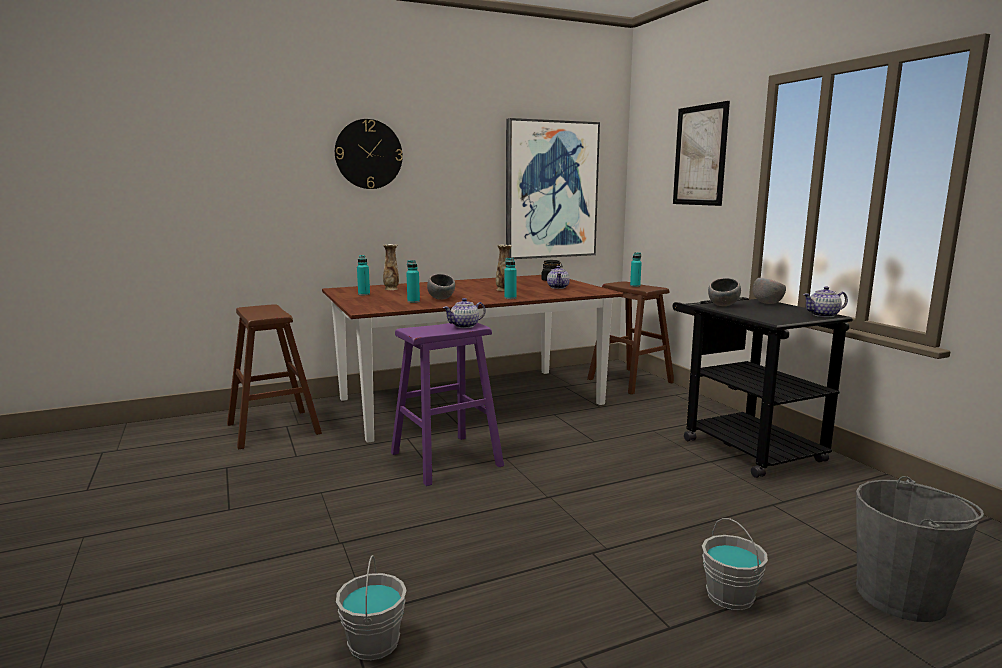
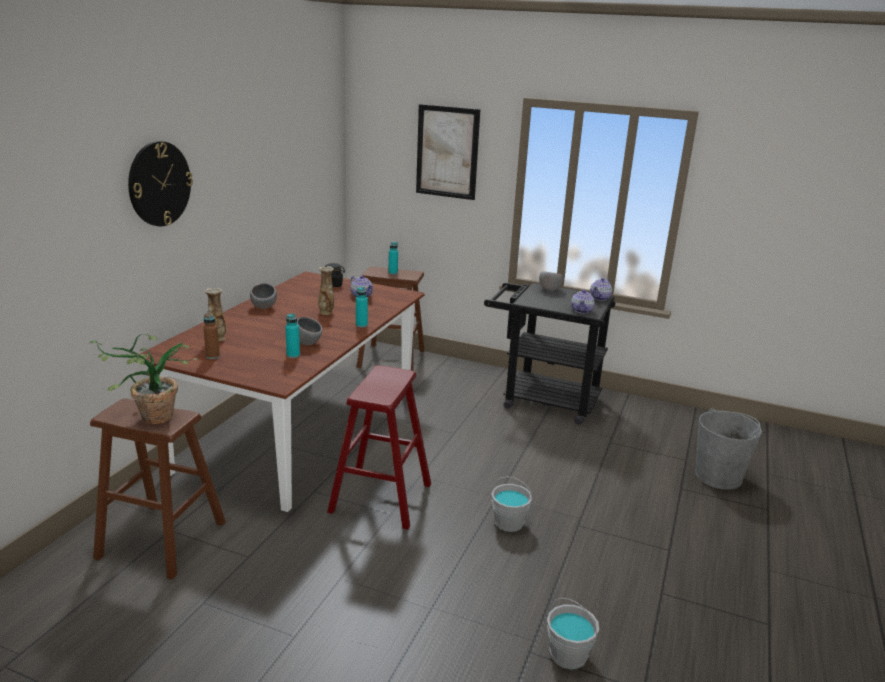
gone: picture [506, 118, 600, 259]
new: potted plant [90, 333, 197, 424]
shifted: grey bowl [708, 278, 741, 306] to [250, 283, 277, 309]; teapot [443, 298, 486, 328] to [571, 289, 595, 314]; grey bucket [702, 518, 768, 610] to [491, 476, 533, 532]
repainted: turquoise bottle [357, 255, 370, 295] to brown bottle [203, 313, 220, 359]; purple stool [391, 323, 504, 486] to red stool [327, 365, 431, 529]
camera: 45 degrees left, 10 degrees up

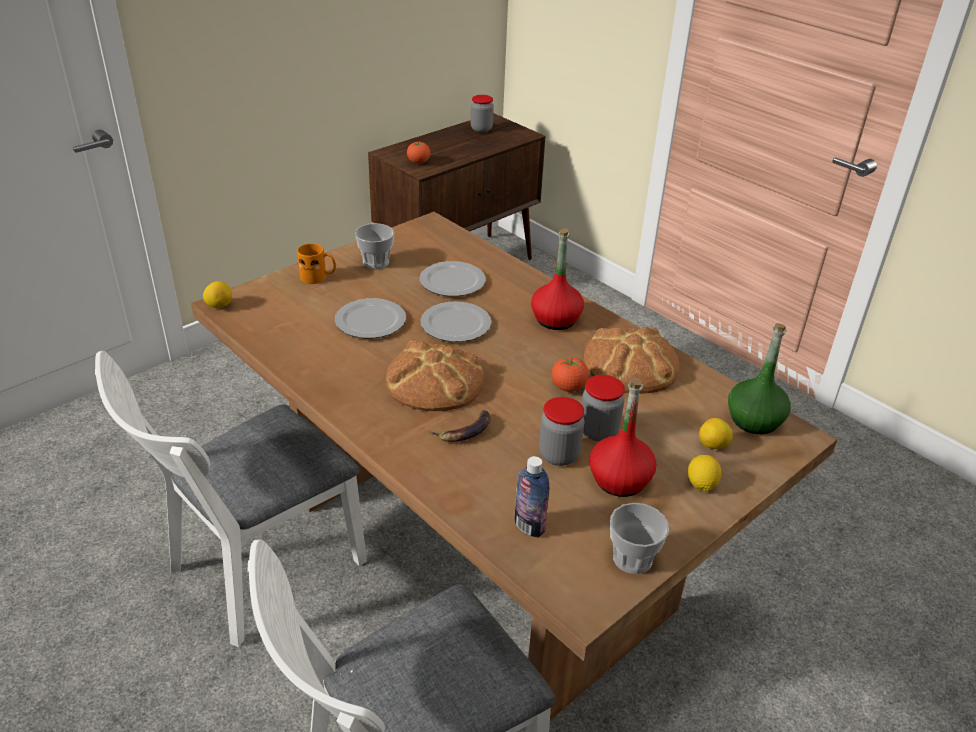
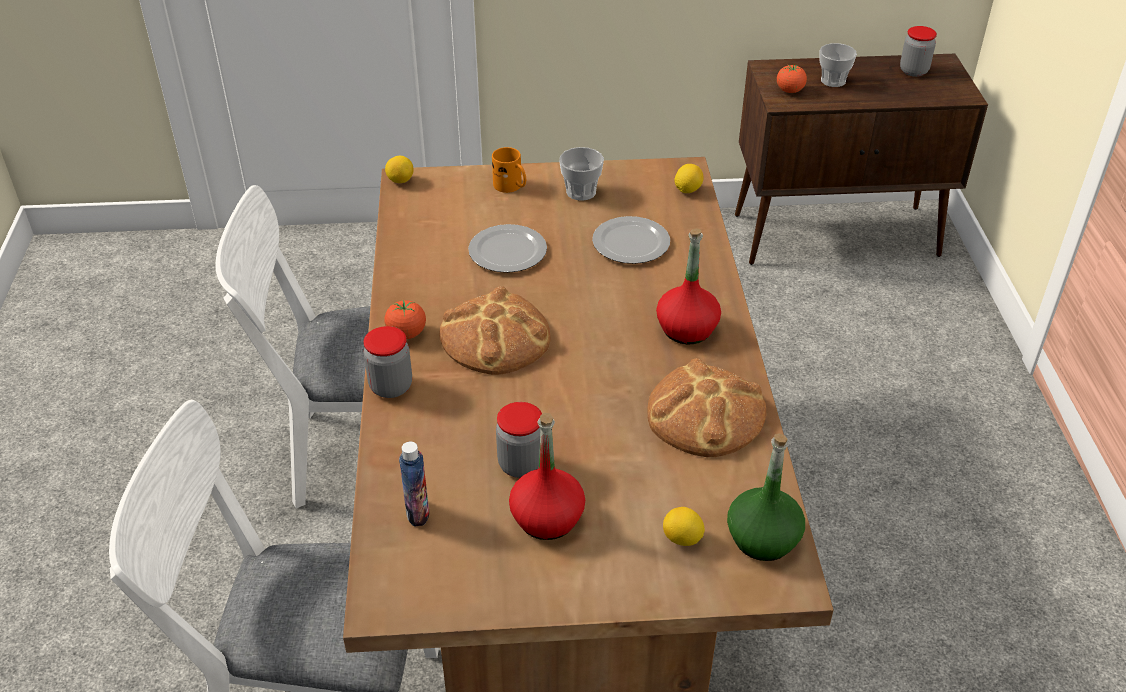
gone: plate [420, 302, 491, 342]; banana [429, 410, 491, 442]
shifted: tomato [551, 356, 589, 392] to [385, 300, 426, 339]; jar [581, 375, 625, 442] to [363, 326, 412, 398]; lemon [688, 455, 722, 491] to [674, 164, 703, 193]; cup [610, 503, 669, 574] to [819, 43, 857, 87]
camera: 40 degrees right, 5 degrees up

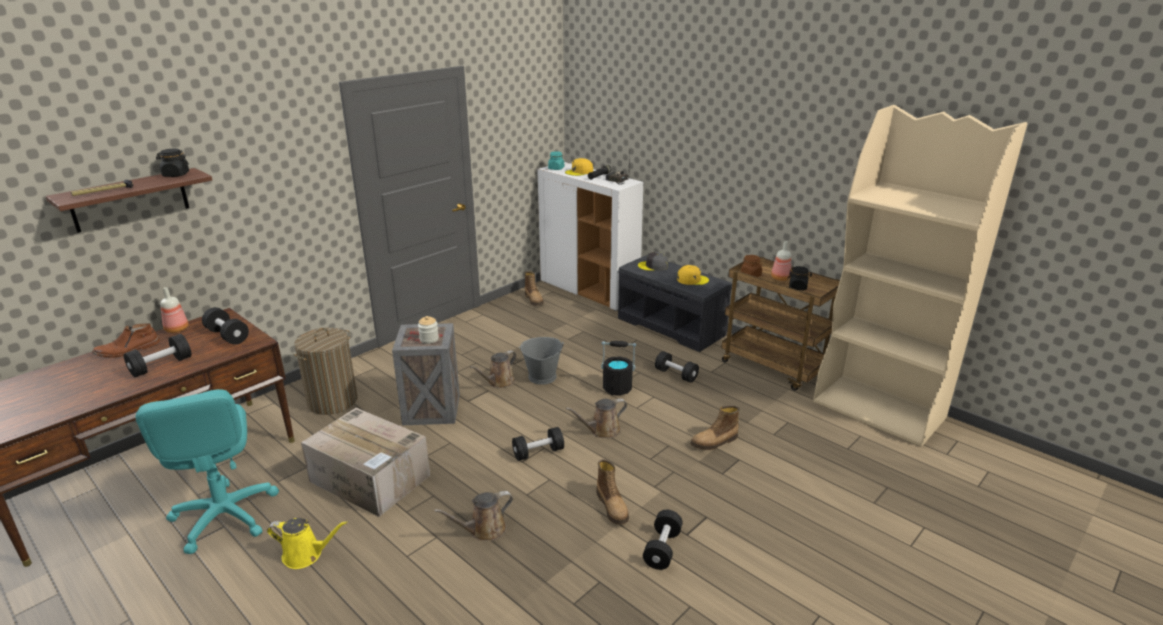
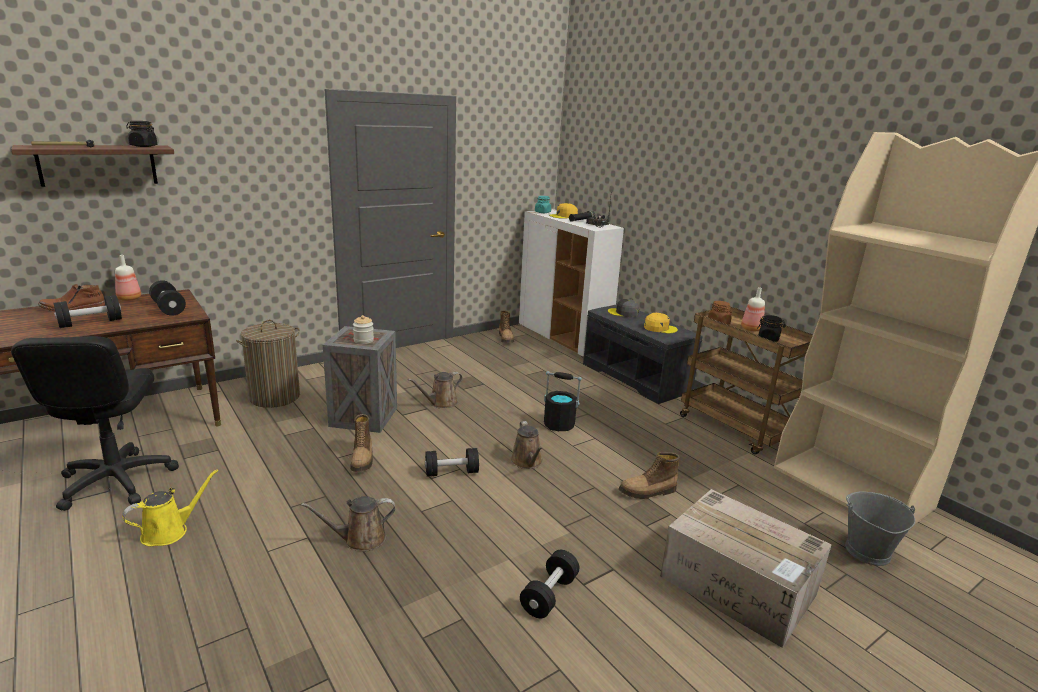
gone: black dumbbell [655, 351, 699, 383]
shifted: grey bucket [519, 337, 564, 385] to [845, 492, 915, 566]; cardboard box [301, 408, 430, 517] to [660, 489, 832, 648]; boot [596, 459, 629, 525] to [350, 414, 373, 472]
repainted: turquoise office chair [136, 389, 279, 554] to black office chair [11, 336, 179, 511]
rotated: brown watering can [566, 398, 627, 438] = [511, 421, 543, 469] 90 degrees counterclockwise; yellow watering can [267, 518, 347, 569] = [122, 469, 218, 546] 60 degrees counterclockwise
camera: 10 degrees right, 5 degrees down

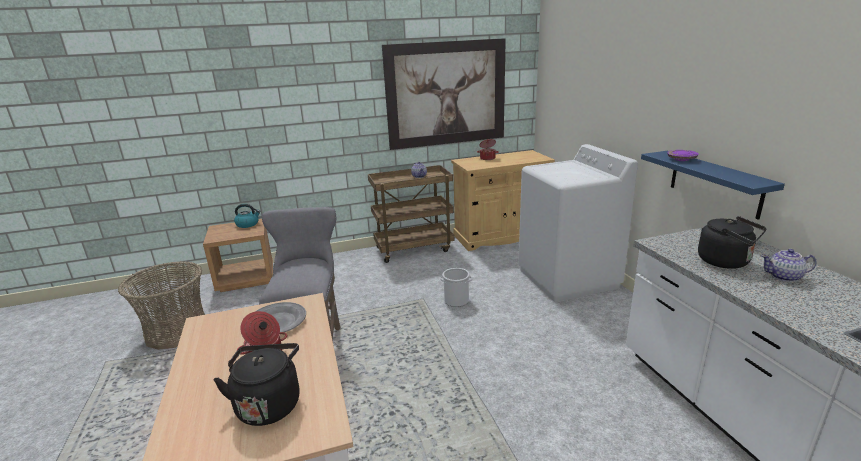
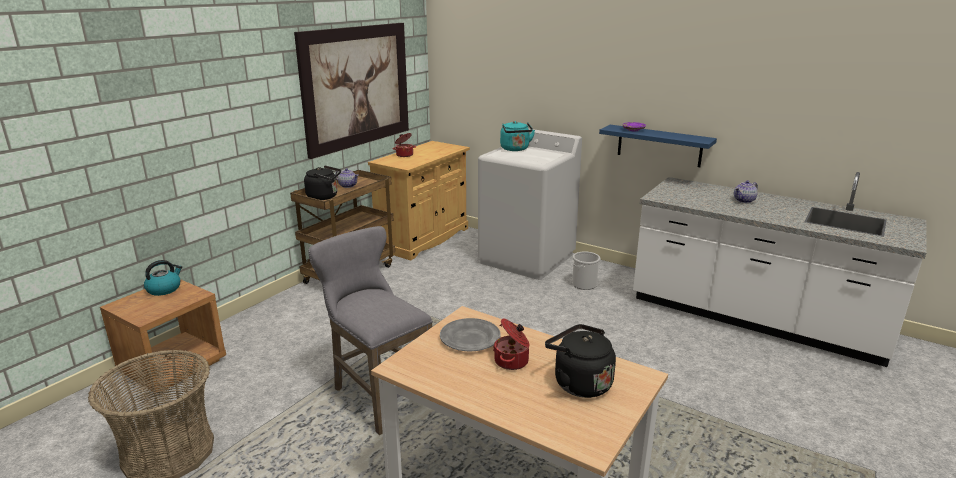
new: turquoise kettle [500, 121, 535, 151]
shifted: black kettle [698, 216, 767, 269] to [304, 165, 341, 200]; bucket [440, 268, 472, 307] to [572, 251, 600, 290]
camera: 40 degrees left, 0 degrees up

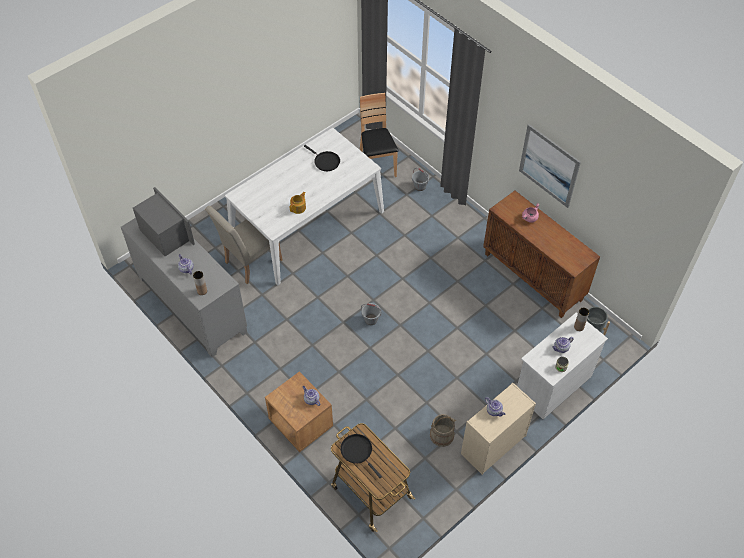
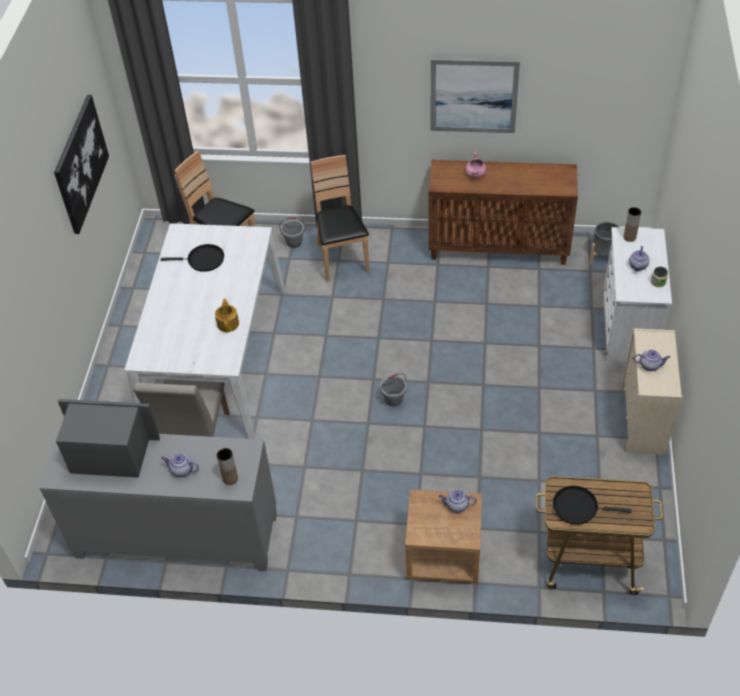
gone: beige bucket [430, 414, 456, 447]
new: picture [54, 95, 109, 234]; brown chair [311, 155, 370, 282]
camera: 40 degrees left, 5 degrees down

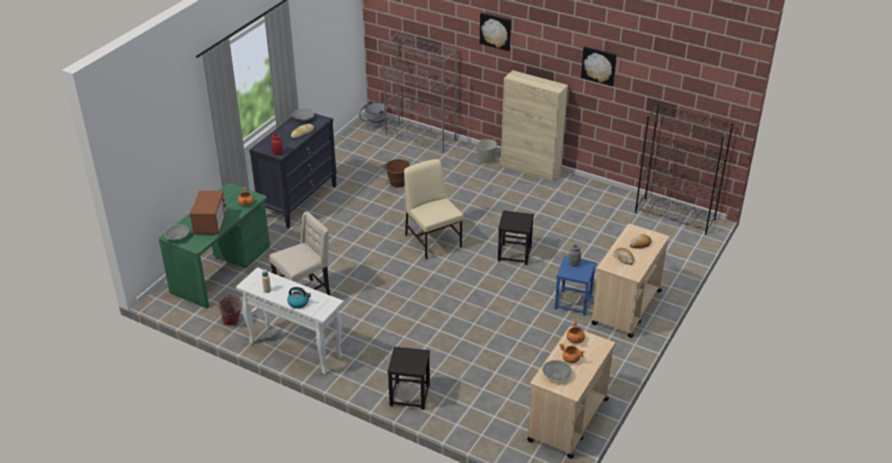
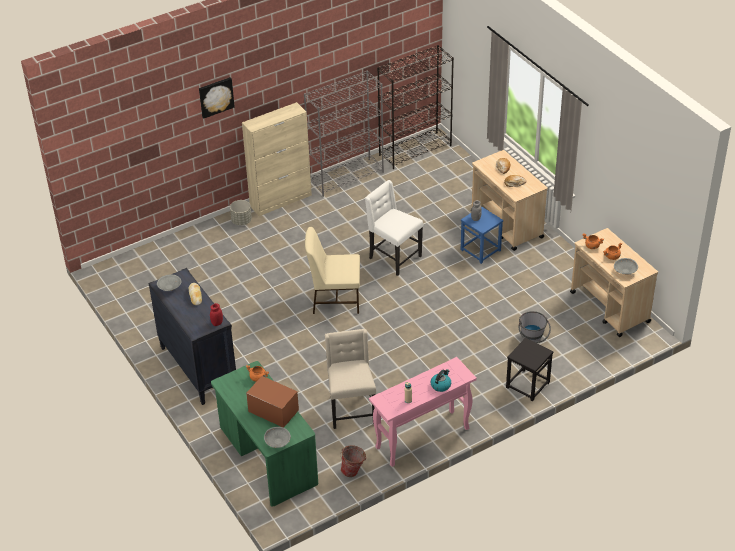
gone: picture [581, 47, 617, 86]; brown bucket [382, 159, 410, 187]
shifted: grey bookcase [382, 33, 457, 153] to [304, 70, 384, 197]; grey bucket [359, 101, 388, 128] to [519, 311, 551, 343]
swapped: black stool [498, 210, 534, 265] to white chair [365, 180, 423, 276]
repainted: white console table [236, 267, 344, 374] to pink console table [369, 357, 477, 467]
camera: 60 degrees left, 5 degrees up

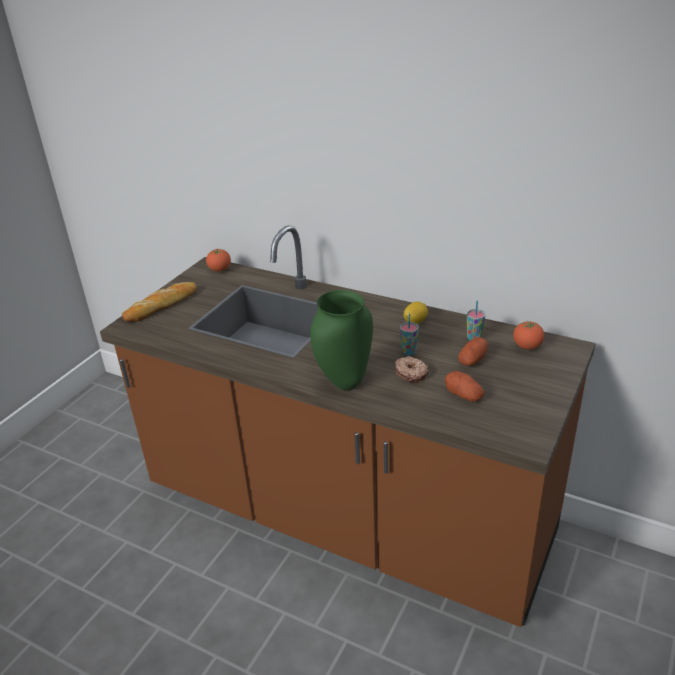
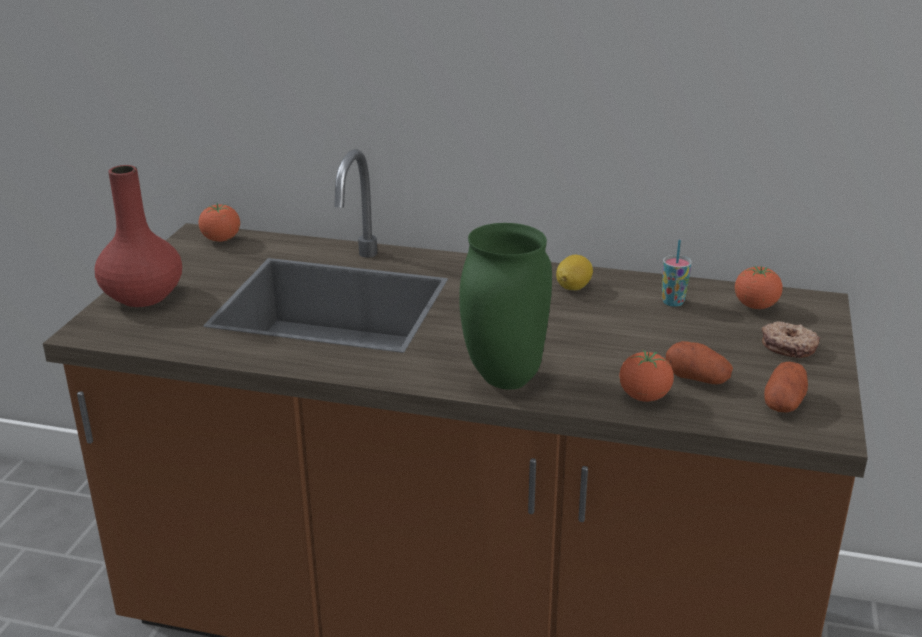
gone: cup [400, 314, 419, 355]
new: tomato [619, 350, 674, 402]
shifted: potato [458, 337, 488, 366] to [764, 362, 808, 413]; donut [395, 356, 429, 382] to [762, 321, 821, 358]
swapped: bread [122, 282, 197, 322] to red vase [95, 165, 182, 307]
camera: 15 degrees left, 5 degrees down

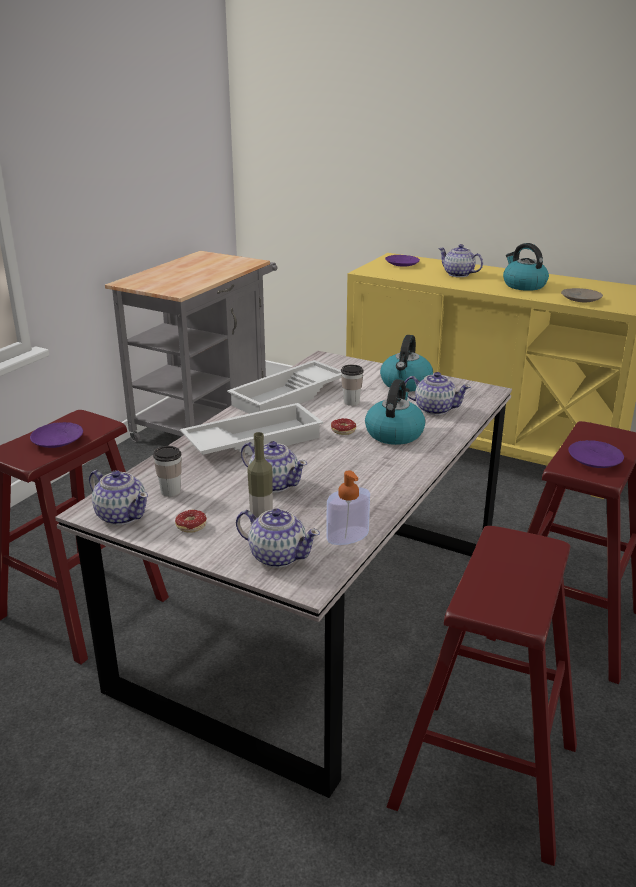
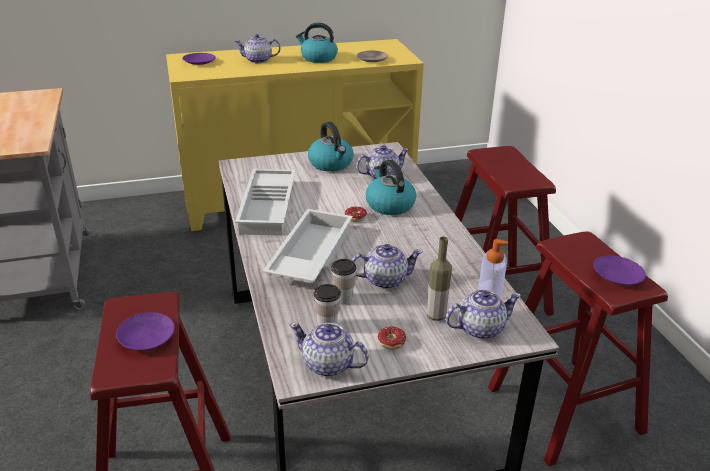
shifted: cup [341, 365, 364, 406] to [331, 259, 356, 305]; purple plate [568, 440, 624, 468] to [594, 255, 646, 285]
rotated: teapot [89, 470, 148, 525] = [289, 322, 369, 377] 150 degrees counterclockwise
camera: 45 degrees left, 5 degrees up

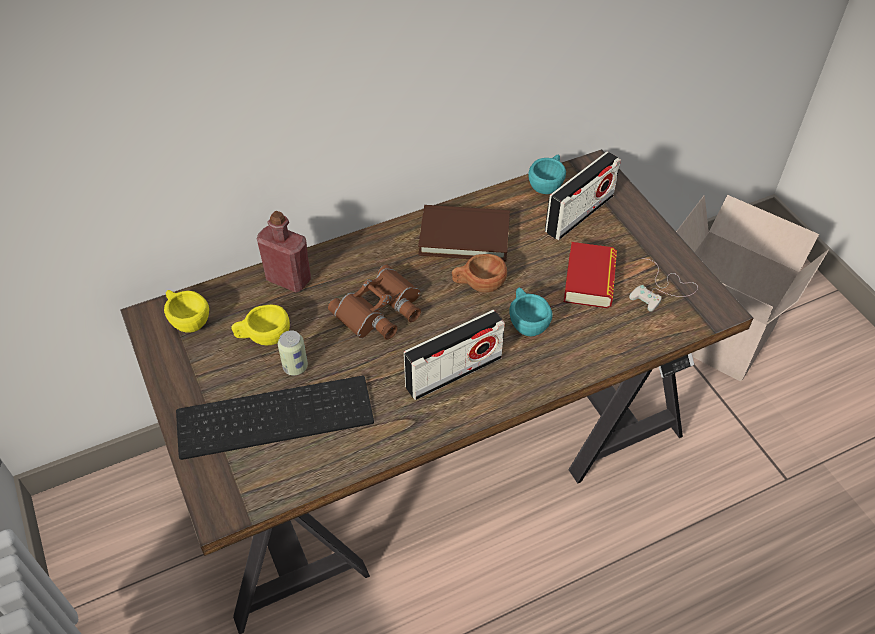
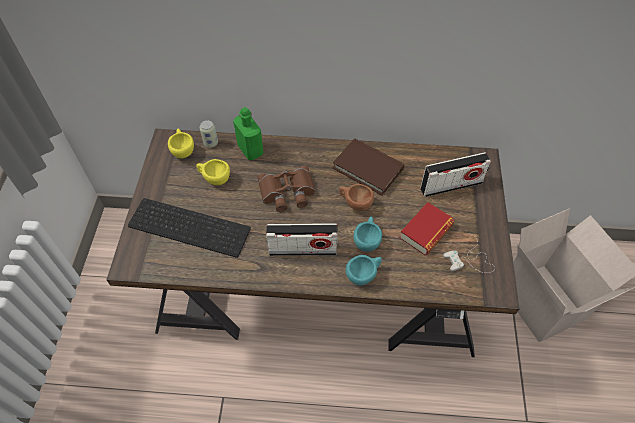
shifted: turquoise cup [528, 155, 566, 194] to [346, 255, 382, 285]; can [278, 330, 308, 375] to [200, 120, 218, 148]
repainted: red bottle [257, 211, 311, 292] to green bottle [233, 107, 263, 160]
camera: 30 degrees right, 5 degrees up

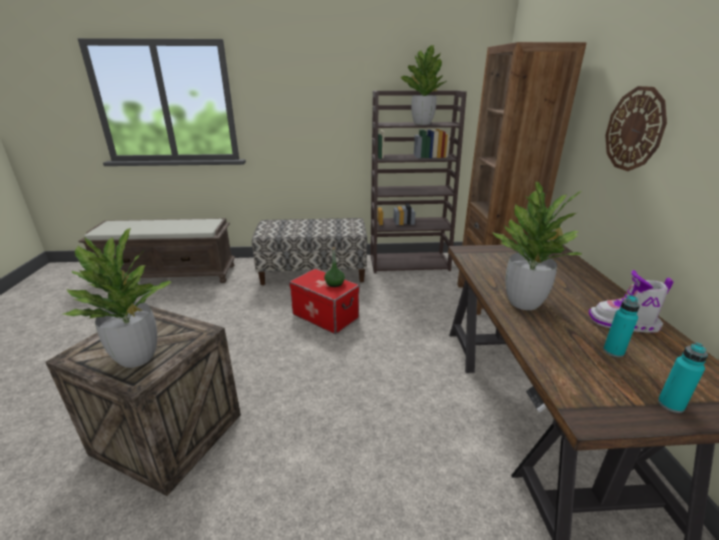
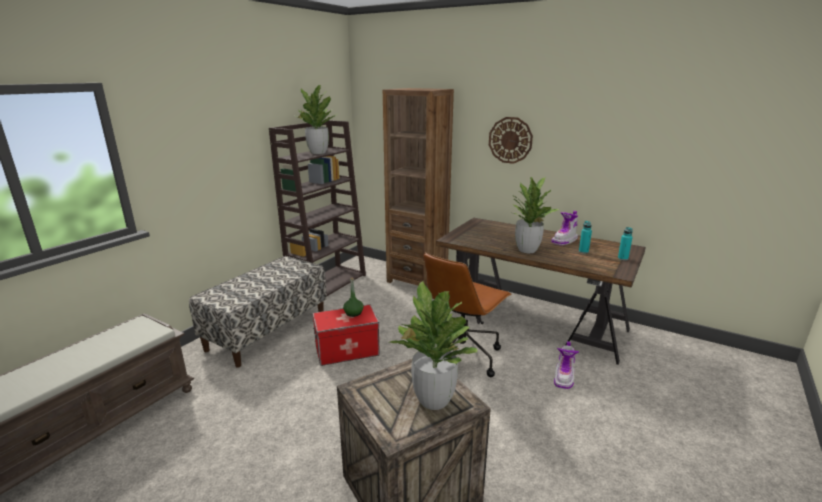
new: brown office chair [423, 253, 512, 377]; boot [554, 341, 579, 389]
camera: 55 degrees left, 5 degrees down

